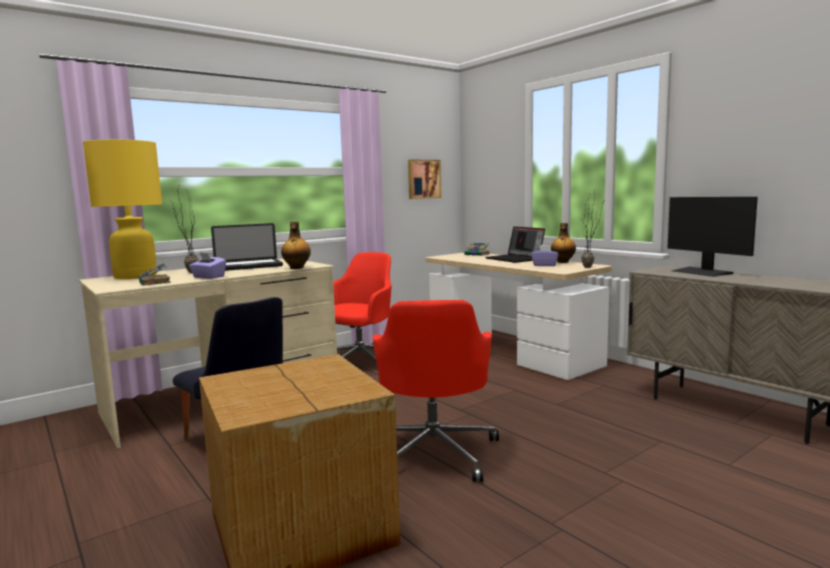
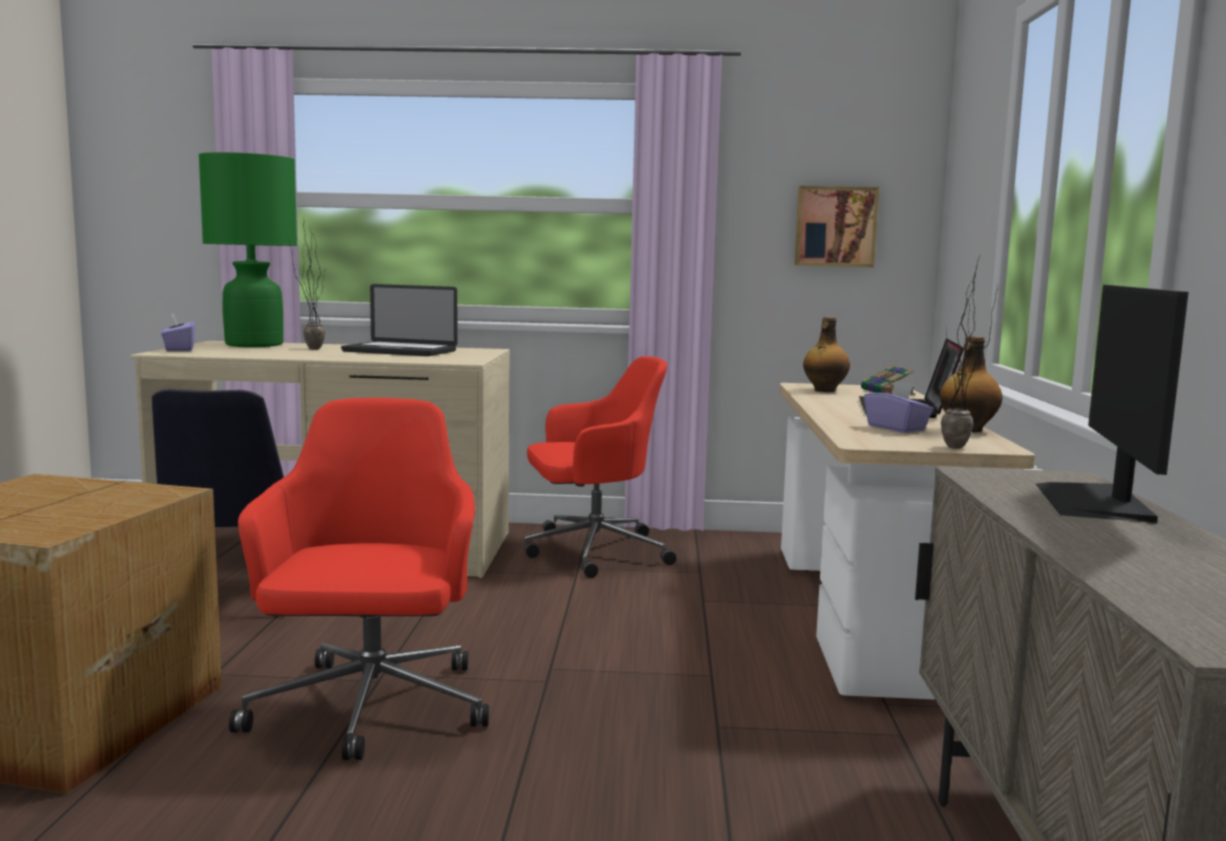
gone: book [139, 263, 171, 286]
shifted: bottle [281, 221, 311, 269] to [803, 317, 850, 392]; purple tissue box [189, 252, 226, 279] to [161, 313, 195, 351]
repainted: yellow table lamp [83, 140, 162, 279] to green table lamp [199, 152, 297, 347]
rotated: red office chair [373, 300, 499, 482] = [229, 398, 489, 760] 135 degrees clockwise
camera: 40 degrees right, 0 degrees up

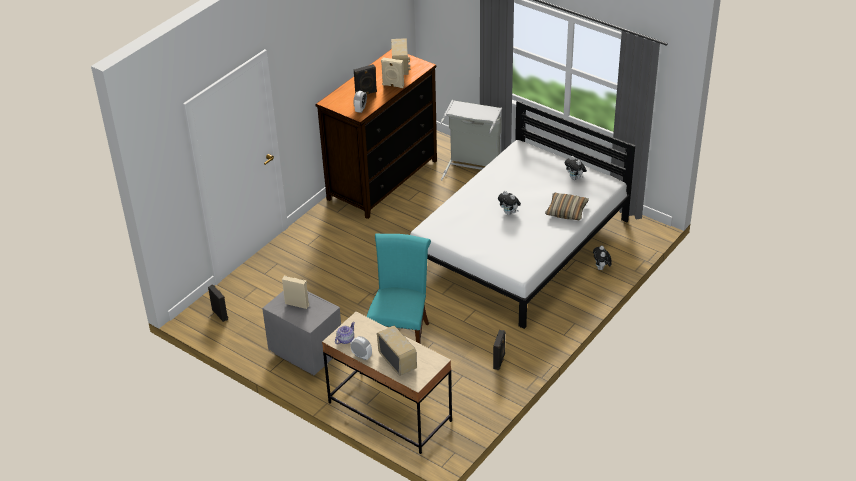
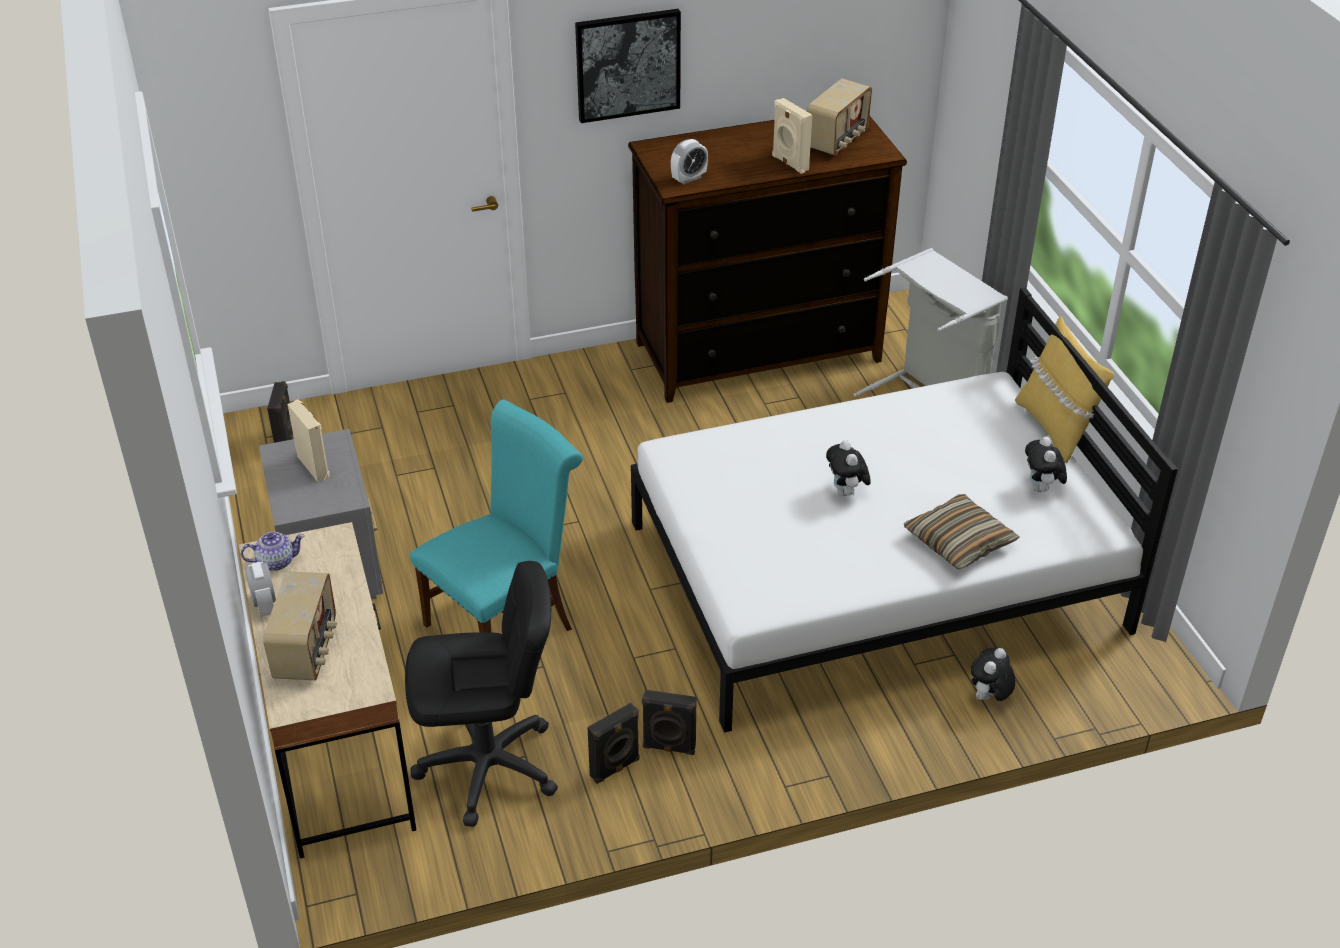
new: picture [575, 9, 681, 123]; yellow pillow [1015, 316, 1115, 463]; black office chair [405, 561, 558, 827]
shifted: black speaker [354, 64, 377, 94] to [642, 690, 697, 755]
camera: 35 degrees right, 0 degrees up

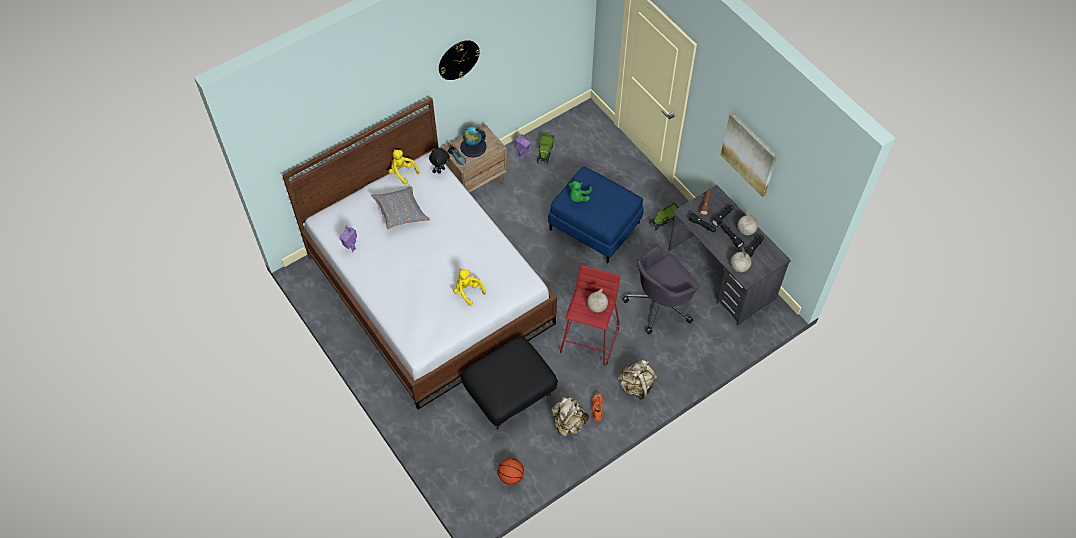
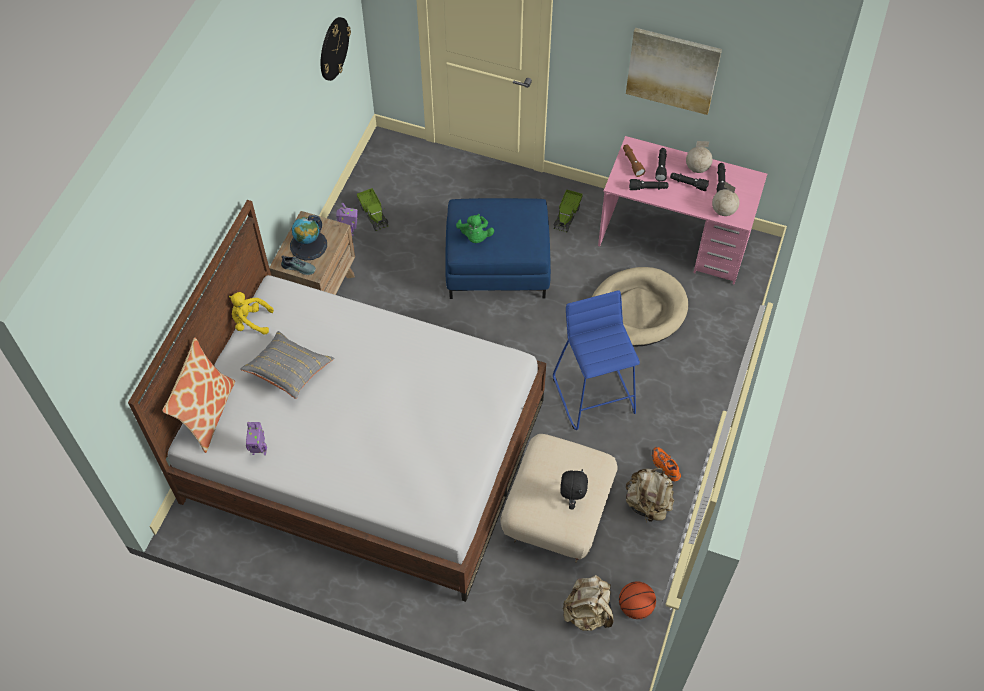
gone: yellow plush toy [453, 268, 486, 306]; globe [587, 288, 608, 313]
new: pillow [162, 338, 235, 453]
shifted: wall clock [439, 40, 480, 80] to [321, 17, 351, 81]; black plush toy [429, 148, 450, 174] to [560, 469, 588, 509]; beige backpack [618, 360, 658, 400] to [563, 575, 613, 631]
swapped: grey office chair [622, 245, 698, 334] to beige dog bed [592, 267, 688, 347]
repainted: grey desk [668, 185, 791, 325] to pink desk [598, 136, 767, 284]; red stool [560, 265, 620, 366] to blue stool [553, 290, 640, 430]; black ottoman [461, 337, 558, 429] to beige ottoman [501, 434, 618, 563]
camera: 35 degrees left, 0 degrees up

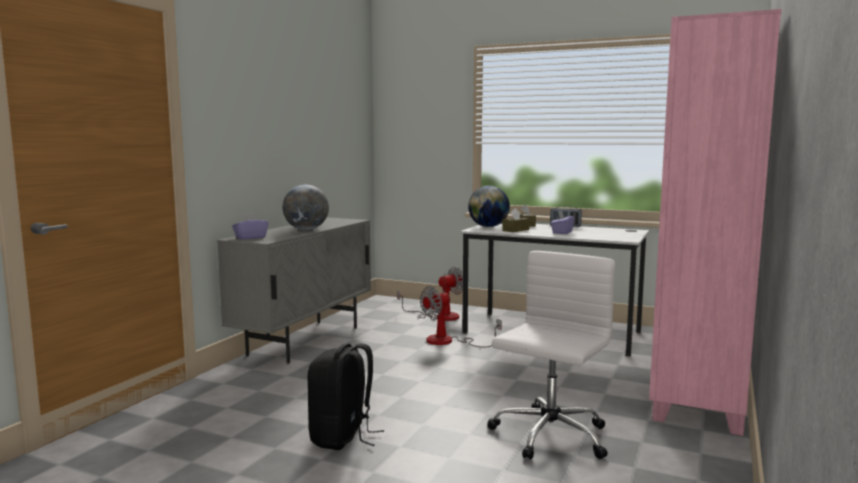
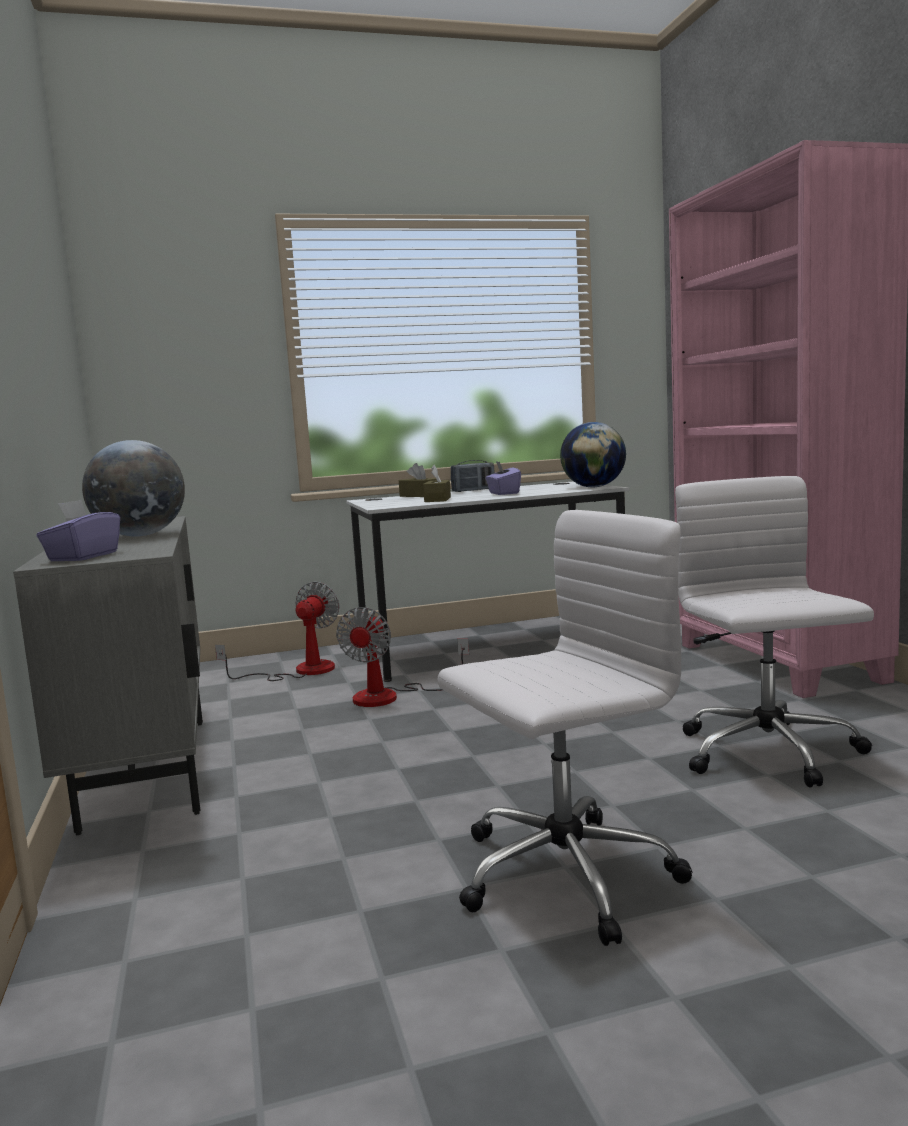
shifted: globe [468, 186, 510, 227] to [560, 422, 626, 487]
swapped: black backpack [308, 343, 384, 450] to white office chair [438, 510, 693, 946]
camera: 40 degrees left, 0 degrees up

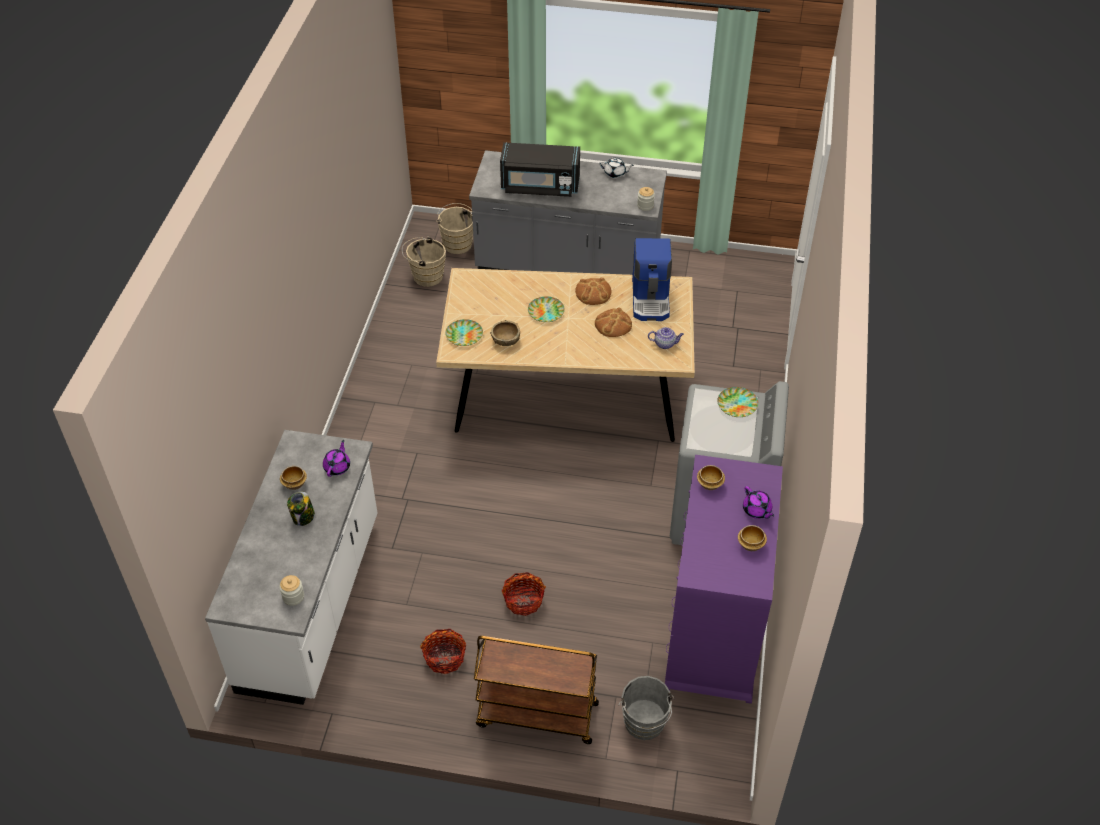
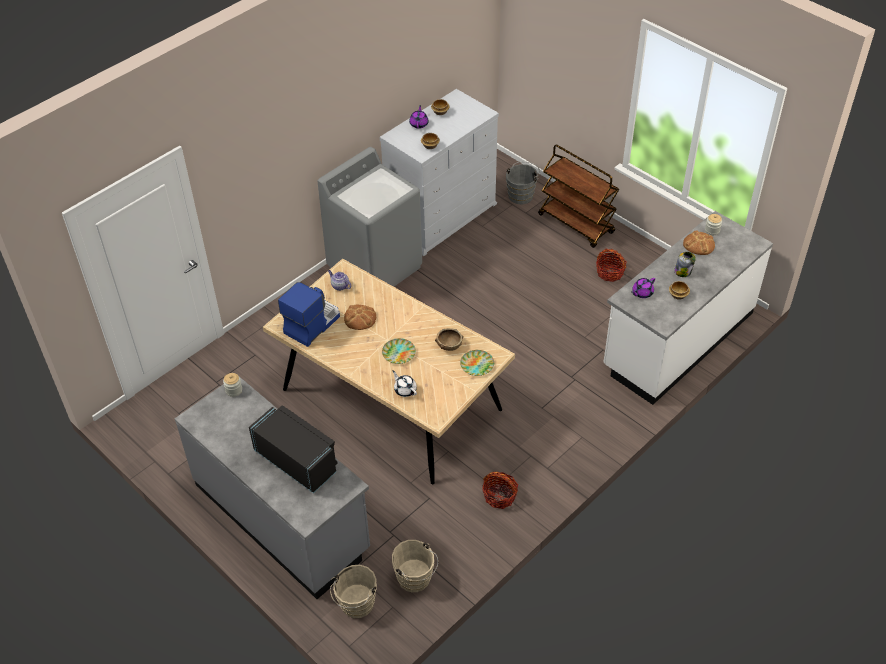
gone: plate [717, 387, 758, 417]
shifted: white teapot [599, 158, 634, 178] to [393, 370, 417, 397]; bread [575, 277, 611, 305] to [683, 230, 715, 255]; basket [501, 572, 546, 616] to [482, 472, 518, 509]
repainted: purple dresser [665, 455, 783, 704] to white dresser [380, 89, 499, 256]
camera: 145 degrees left, 0 degrees up

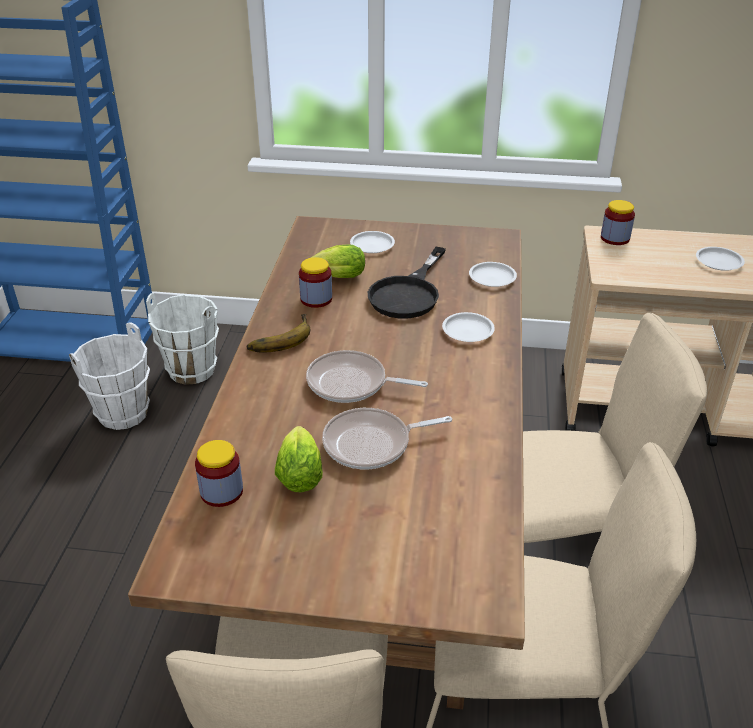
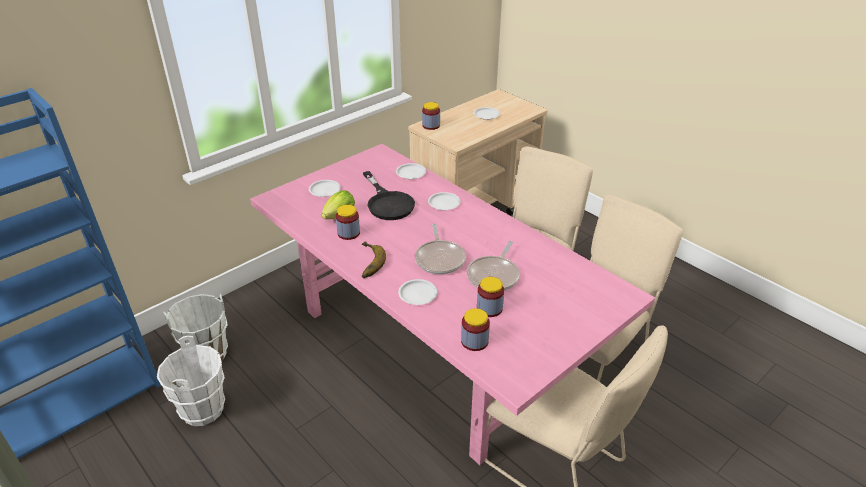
new: white plate [398, 279, 437, 305]
swapped: lettuce [275, 426, 323, 492] to jar [477, 277, 504, 317]
repainted: brown dining table [128, 216, 525, 709] to pink dining table [250, 144, 655, 465]
rotated: frying pan [306, 350, 428, 403] = [415, 224, 466, 274] 60 degrees counterclockwise
camera: 50 degrees left, 0 degrees up

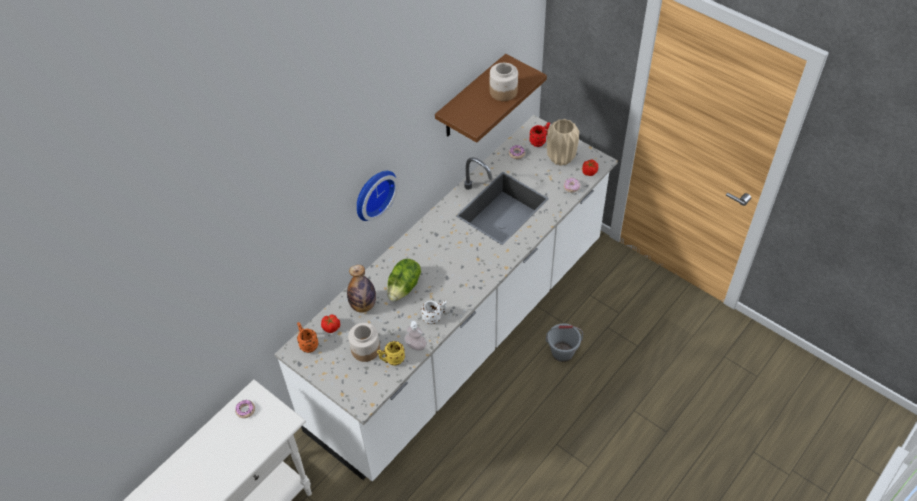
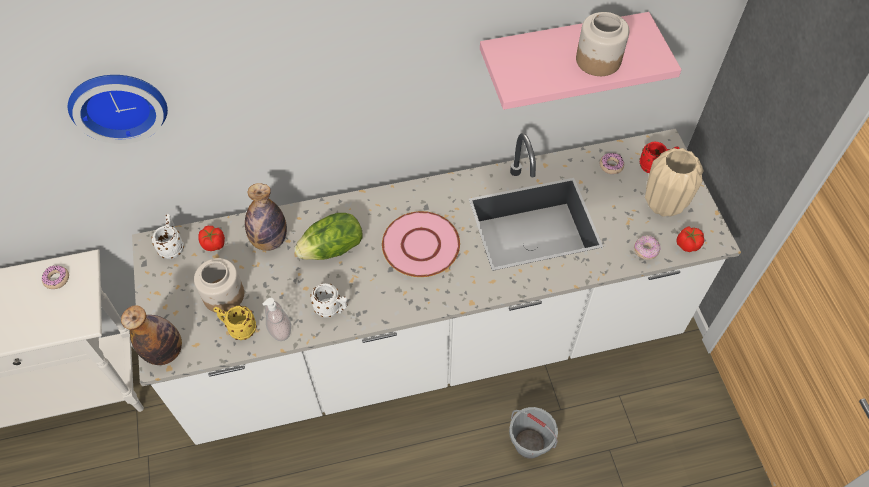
new: pink plate [382, 211, 460, 277]; bottle [121, 305, 182, 365]
shifted: wall clock [357, 171, 398, 221] to [68, 75, 168, 144]
repainted: brown shelf [435, 54, 547, 143] to pink shelf [480, 12, 682, 110]; orange mug [297, 322, 319, 353] to white mug [152, 214, 184, 259]
camera: 35 degrees right, 5 degrees up

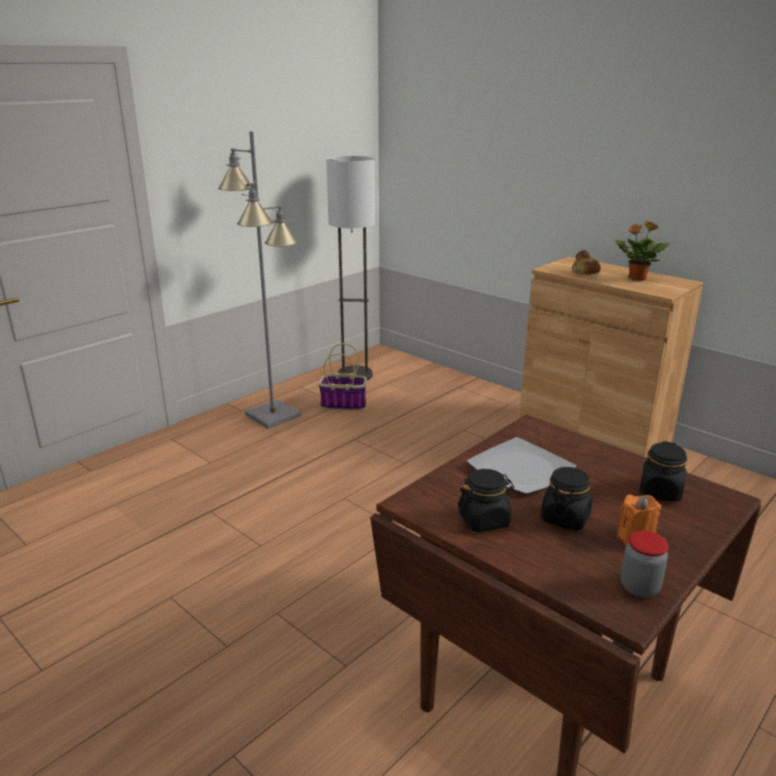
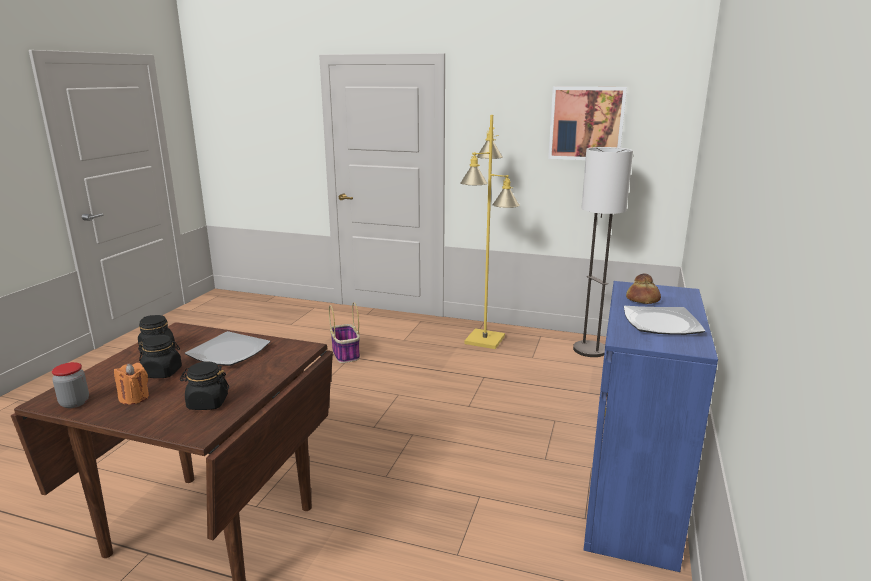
new: picture [548, 87, 627, 160]
shifted: basket [318, 343, 367, 411] to [329, 302, 360, 363]
swapped: potted plant [614, 221, 670, 281] to plate [624, 306, 705, 335]
repainted: grey floor lamp [218, 131, 301, 429] to yellow floor lamp [460, 115, 520, 349]; brown cabinet [519, 257, 703, 458] to blue cabinet [584, 281, 718, 572]
camera: 65 degrees right, 5 degrees down

